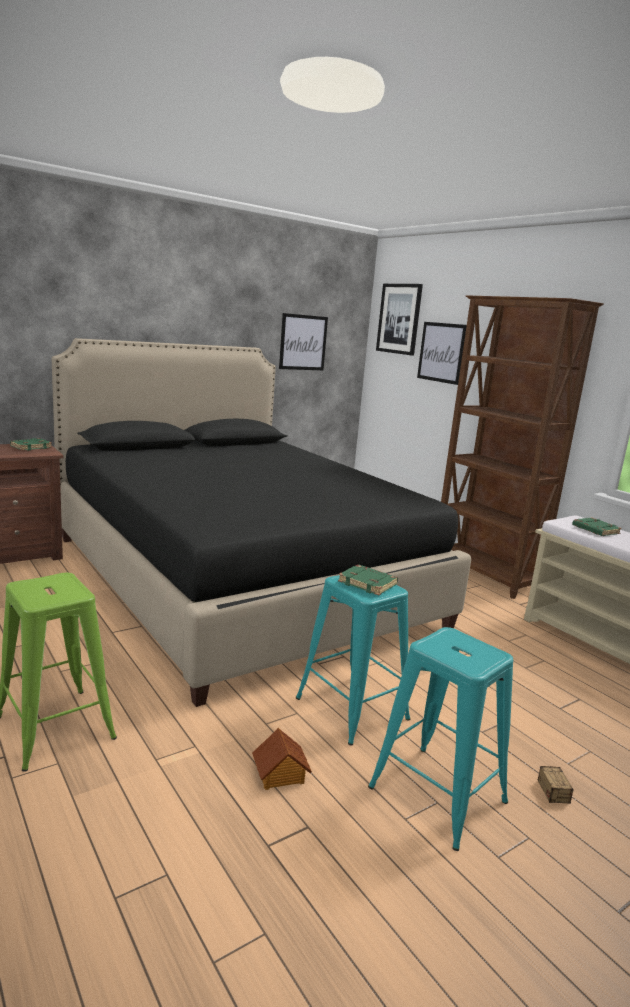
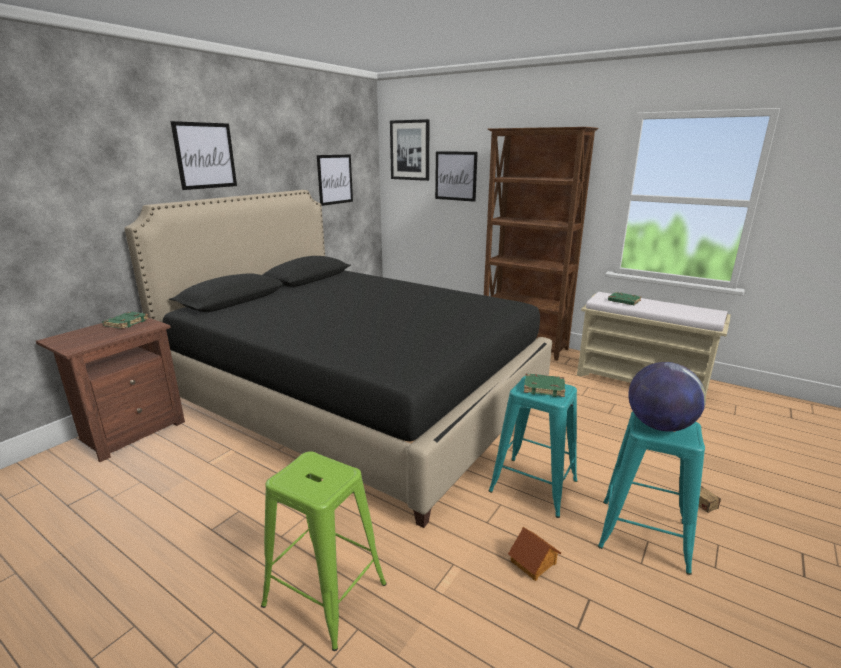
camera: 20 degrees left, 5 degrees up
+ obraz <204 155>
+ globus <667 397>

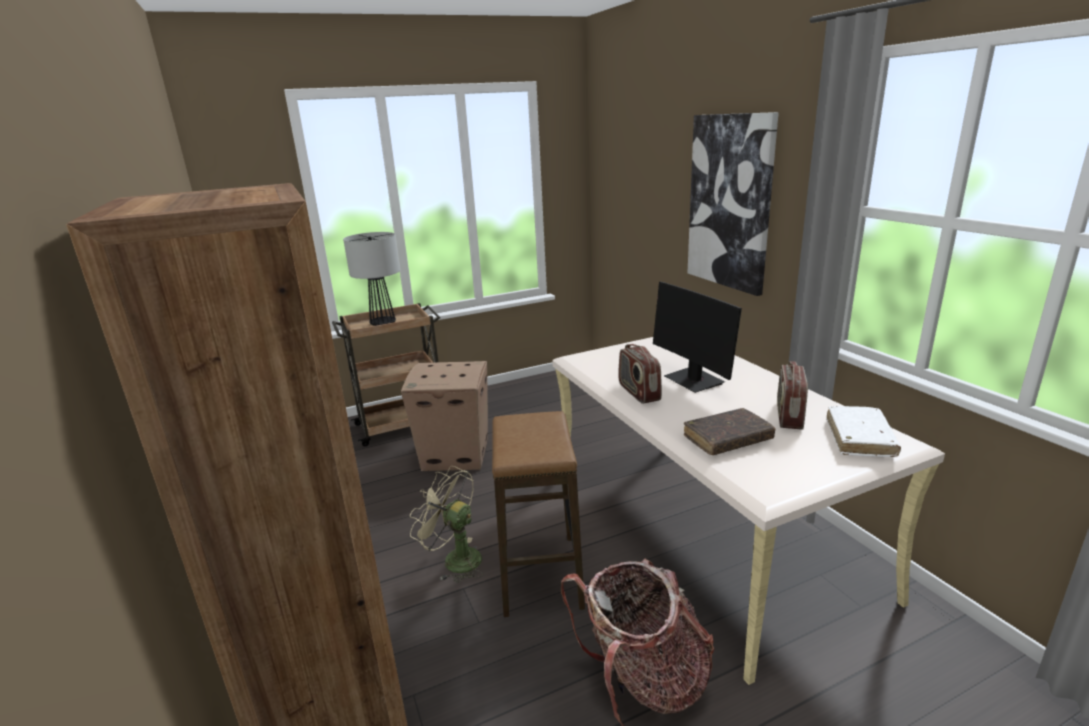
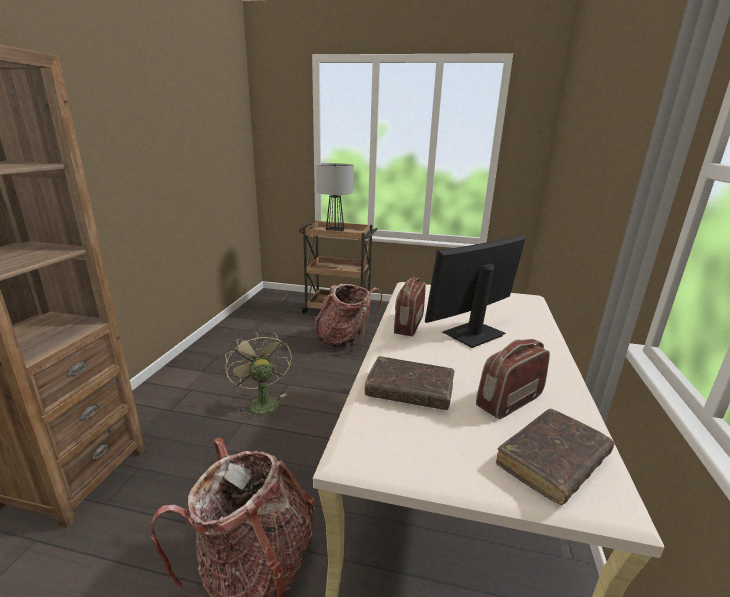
camera: 35 degrees right, 0 degrees up
~ karton <444 416> to plecak <348 316>
- stołek <538 514>
~ monitor <697 337> = <475 291> 45 degrees clockwise
- obraz <733 204>
~ książka [biały] <863 431> to książka [brązowy] <555 457>

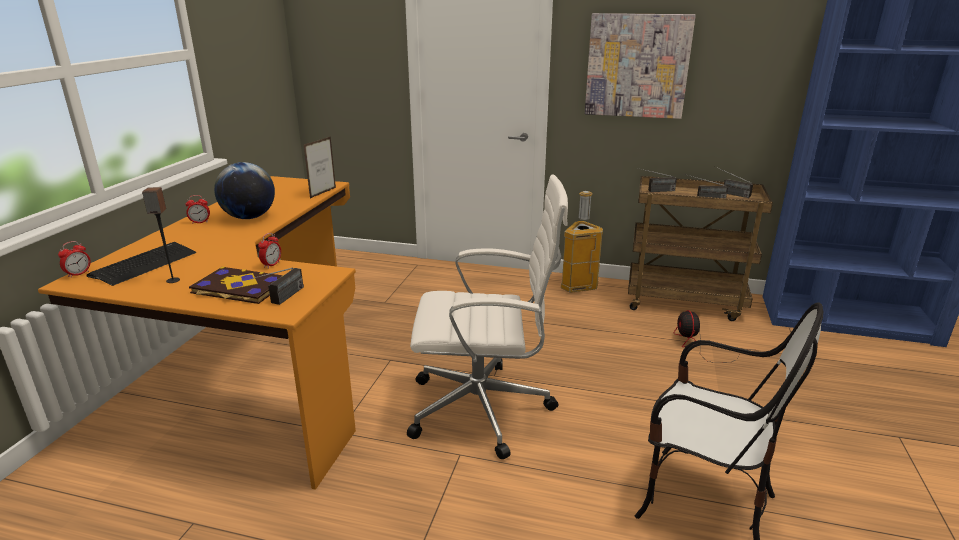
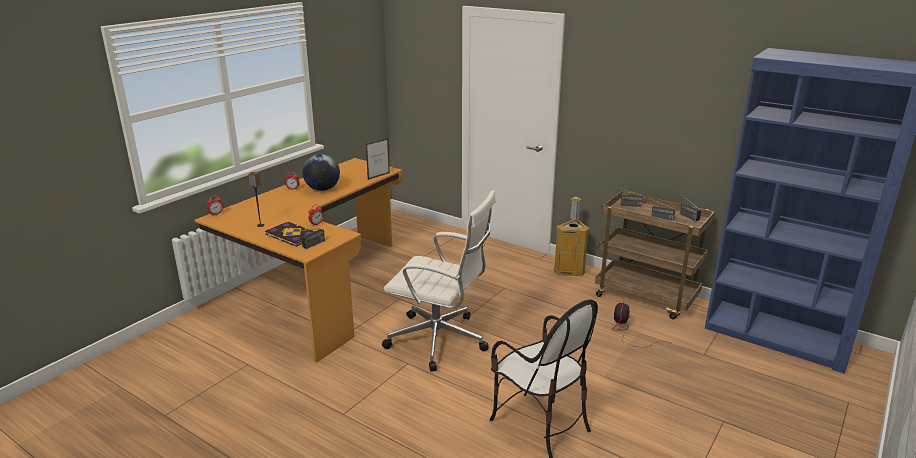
camera: 20 degrees right, 0 degrees up
- klawiatura <141 264>
- obraz <640 66>

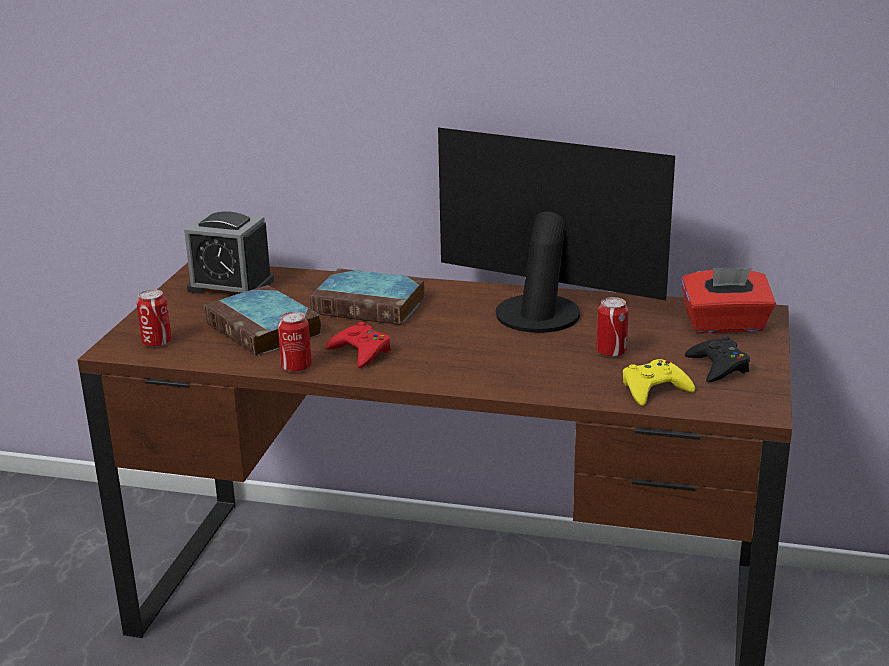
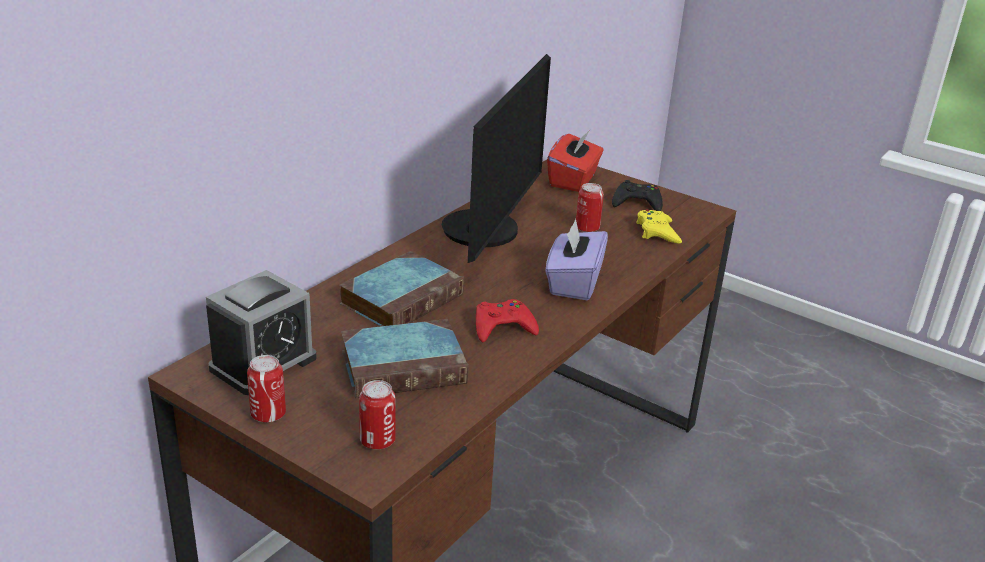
camera: 70 degrees left, 5 degrees up
~ puszka <295 342> to <266 389>
~ monitor <556 230> = <496 158> 150 degrees clockwise
+ pudełko chusteczek [fioletowy] <576 259>

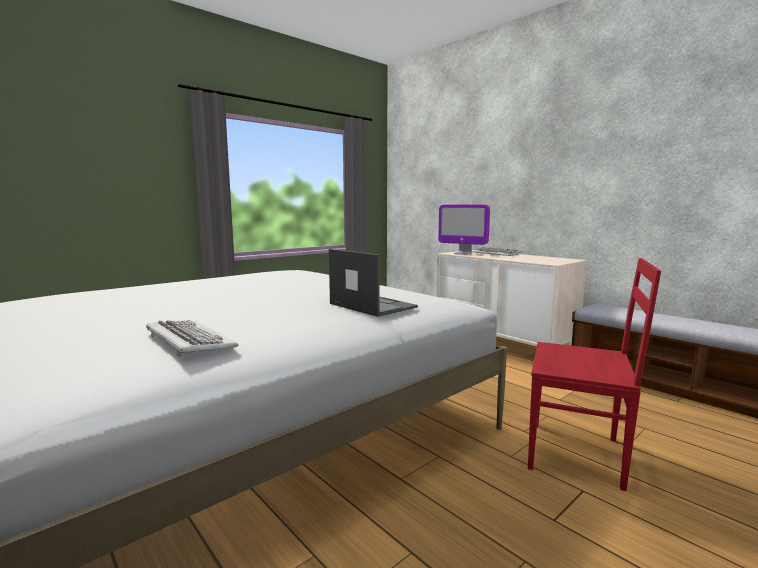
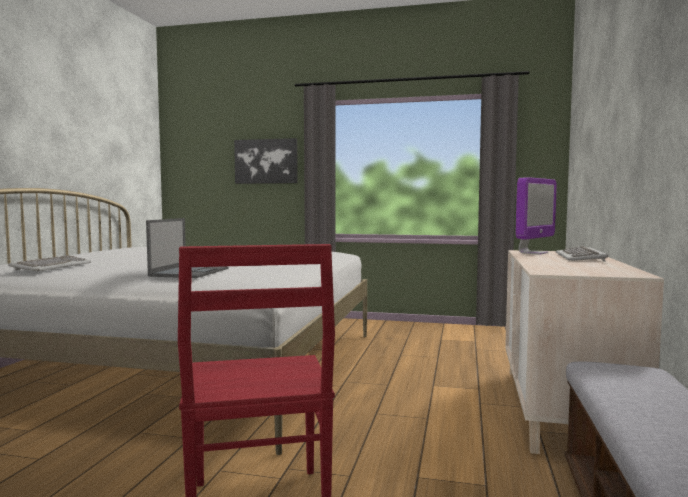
camera: 55 degrees right, 5 degrees down
~ monitor <464 229> = <536 216> 135 degrees counterclockwise
+ obraz <266 161>

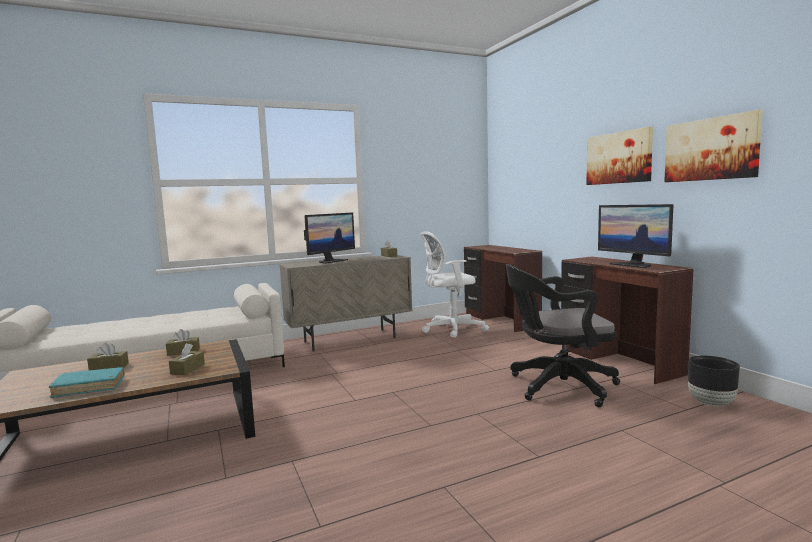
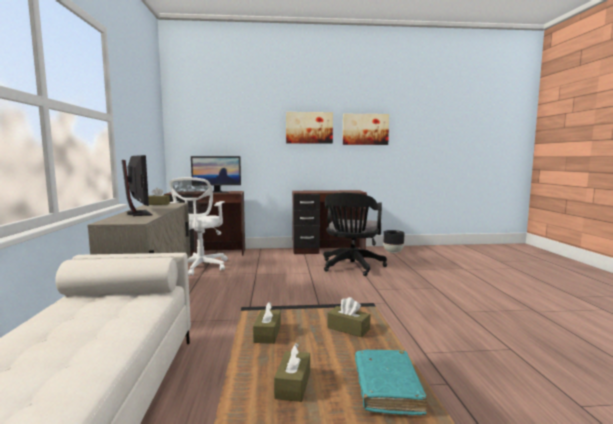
camera: 70 degrees left, 0 degrees up
~ monitor <635 236> to <216 174>

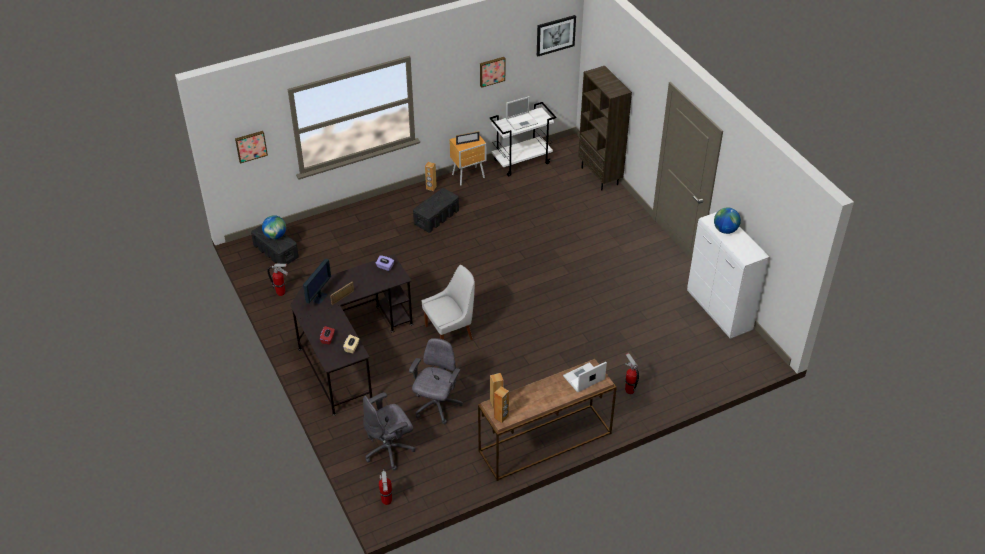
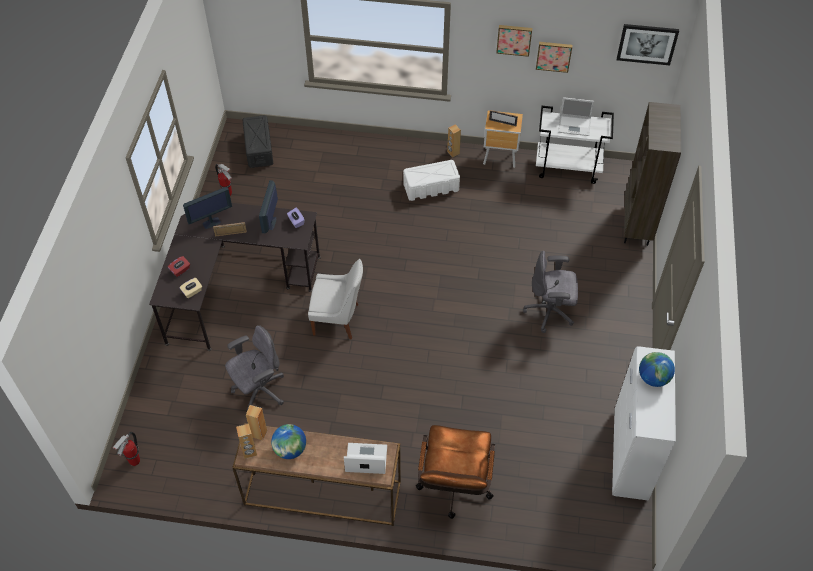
camera: 35 degrees right, 10 degrees up
~ obraz <251 147> to <514 41>
~ globus <274 227> to <288 441>
~ krzesło biurowe [szary] <389 431> to <550 292>
~ pojemnik do przechowywania [czarny] <436 210> to pojemnik do przechowywania [biały] <431 180>
~ gaśnica <632 373> to krzesło biurowe [brązowy] <455 472>
+ monitor <268 206>

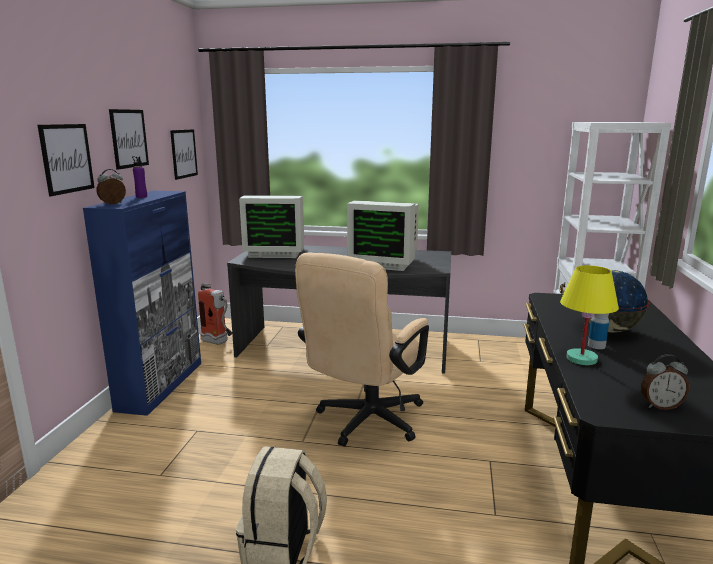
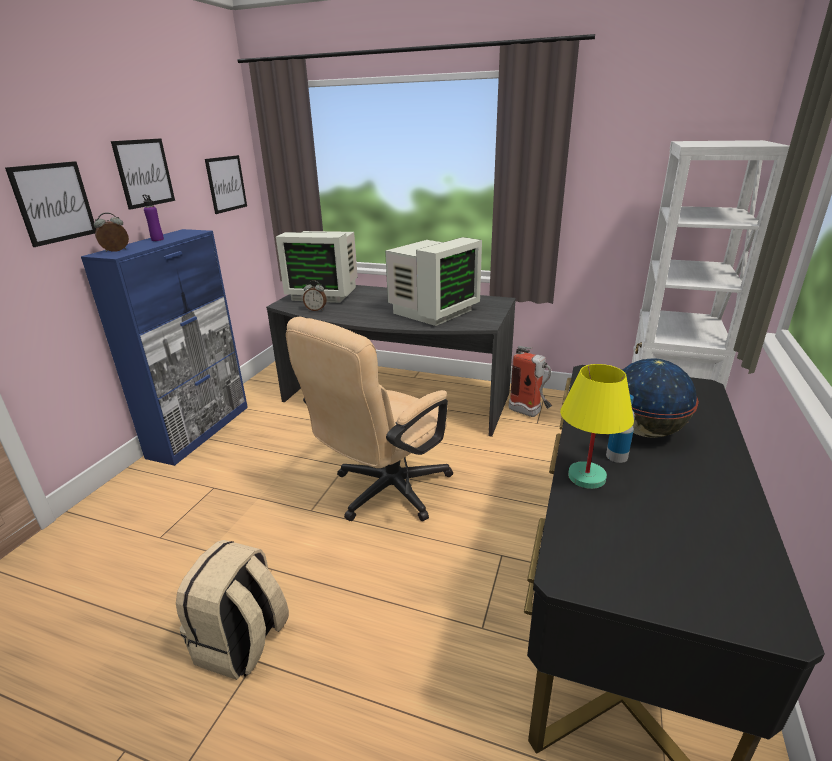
camera: 10 degrees right, 10 degrees up
~ gaśnica <215 314> to <530 381>
~ monitor <383 235> = <433 281> 75 degrees counterclockwise
~ budzik <665 382> to <315 295>

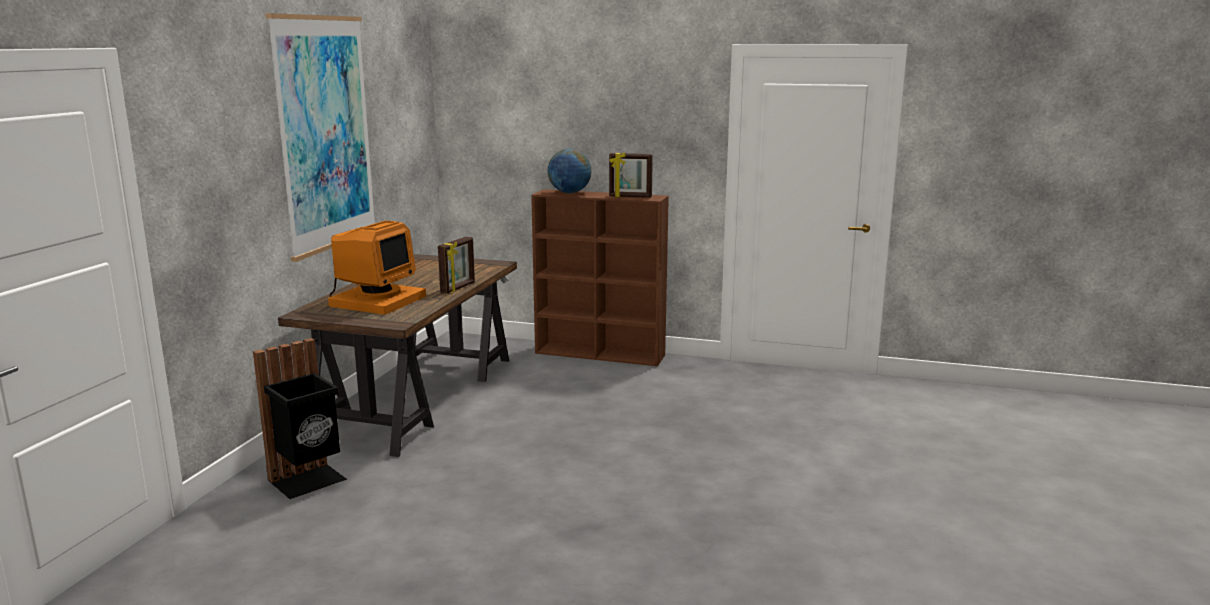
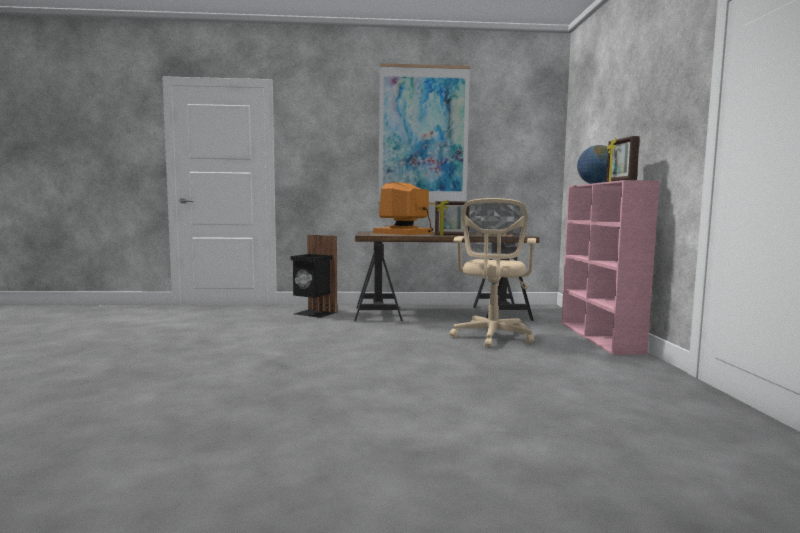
camera: 70 degrees right, 10 degrees down
~ monitor <377 267> = <403 208> 120 degrees clockwise
~ regał [brązowy] <600 277> to regał [różowy] <611 267>
+ krzesło biurowe [beżowy] <492 273>

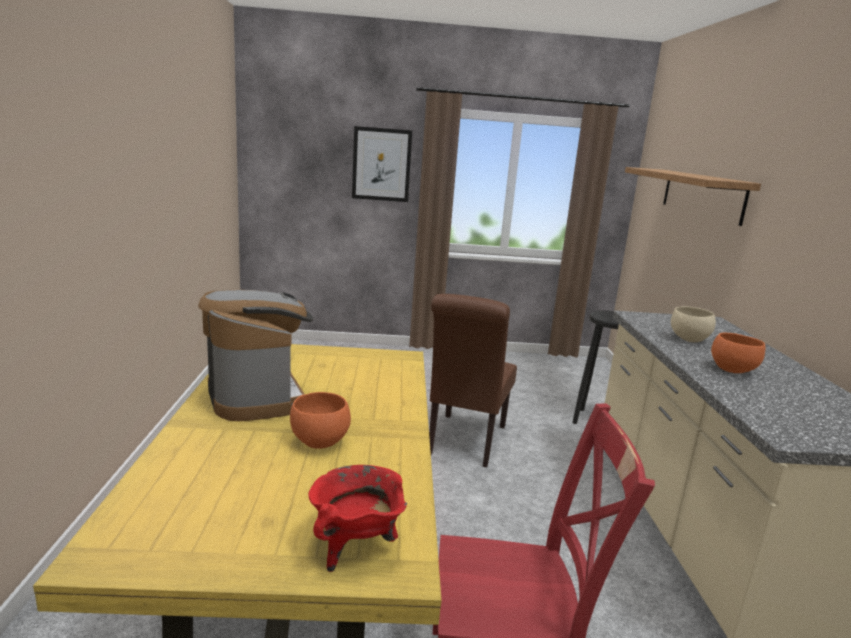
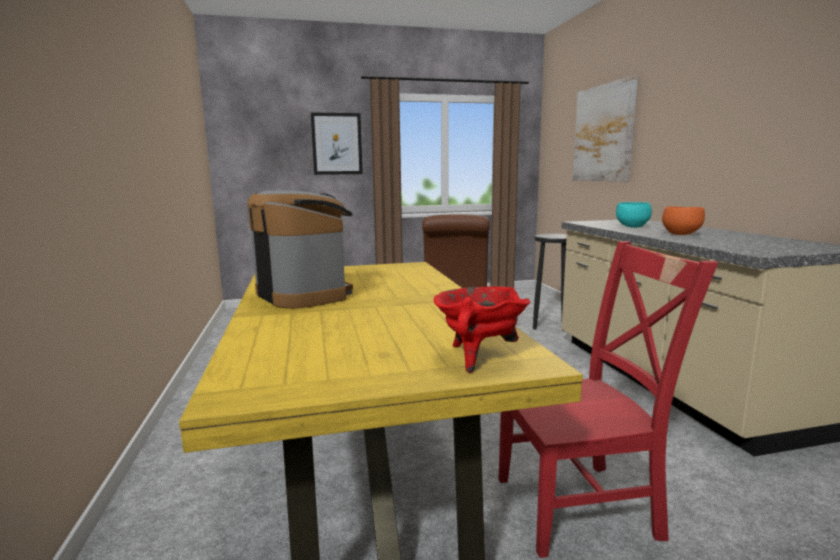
camera: 10 degrees left, 5 degrees down
- miska [pomarańczowy] <320 420>
~ półka <693 196> to obraz <605 128>
~ miska [beżowy] <693 324> to miska [turkusowy] <634 215>

